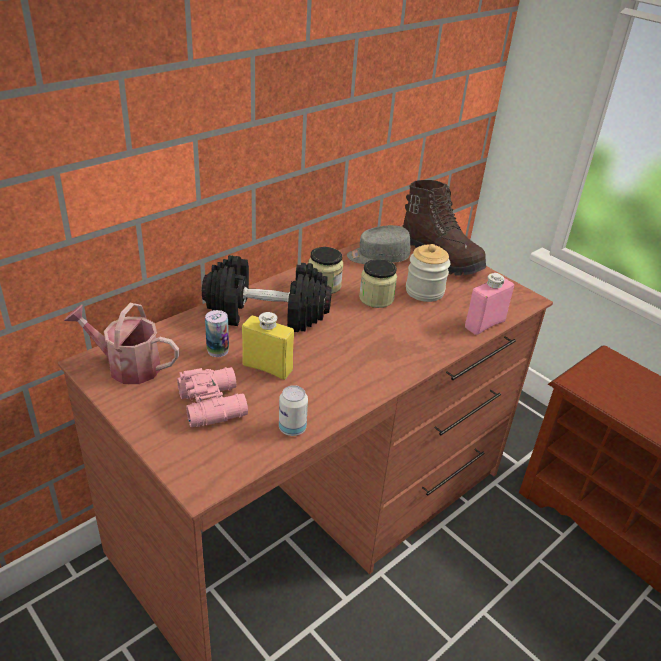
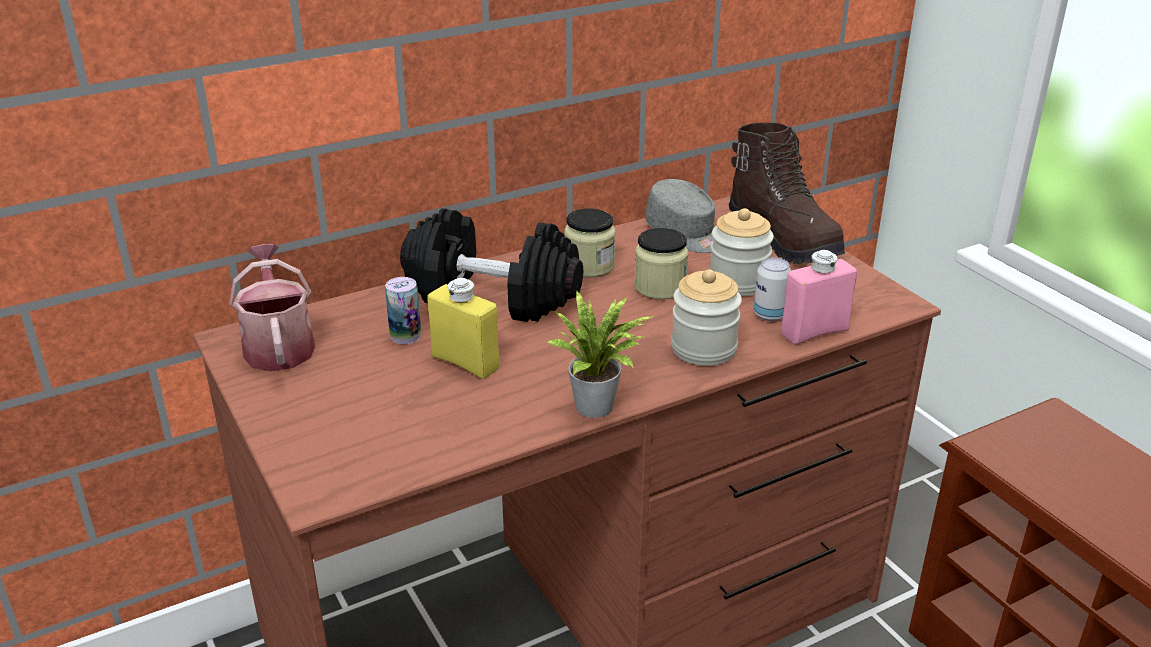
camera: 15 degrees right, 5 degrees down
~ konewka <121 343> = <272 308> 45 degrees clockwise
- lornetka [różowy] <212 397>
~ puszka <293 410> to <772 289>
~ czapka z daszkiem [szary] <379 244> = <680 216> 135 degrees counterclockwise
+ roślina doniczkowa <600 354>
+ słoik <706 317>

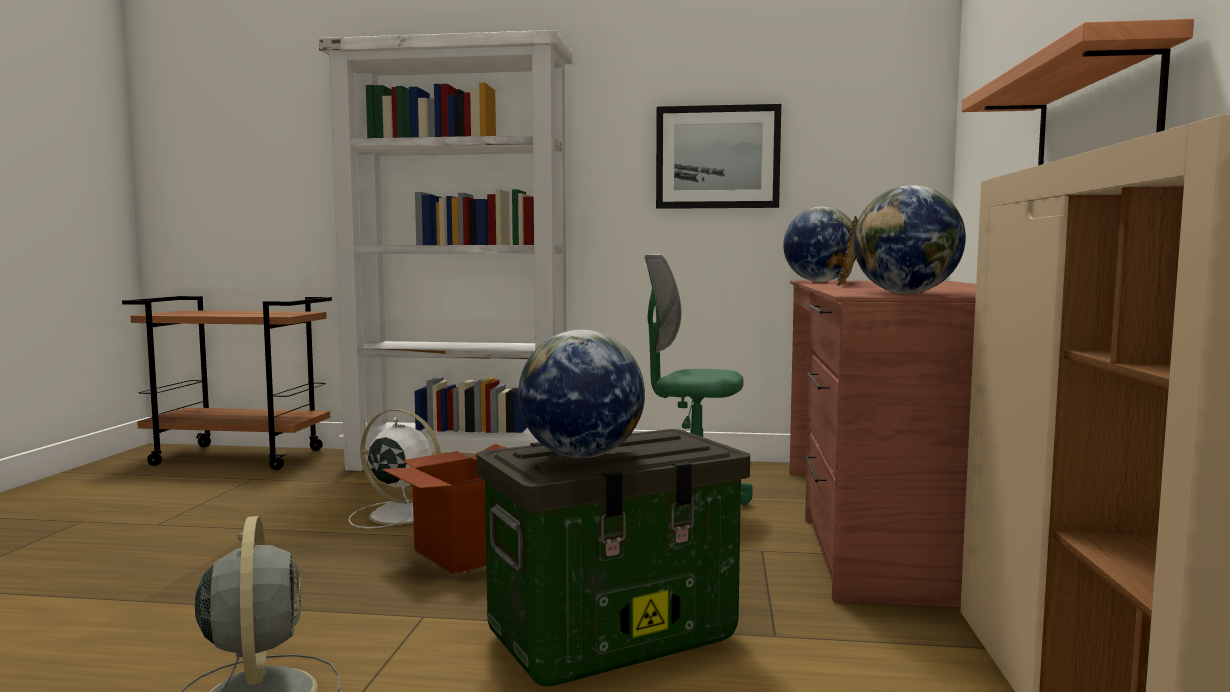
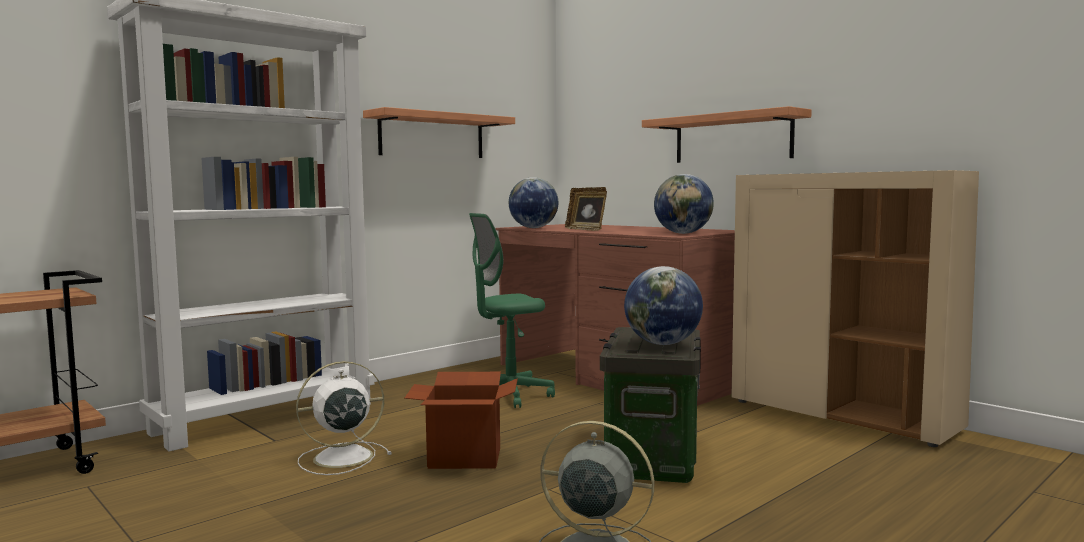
camera: 50 degrees left, 0 degrees up
~ obraz <718 156> to półka <439 132>

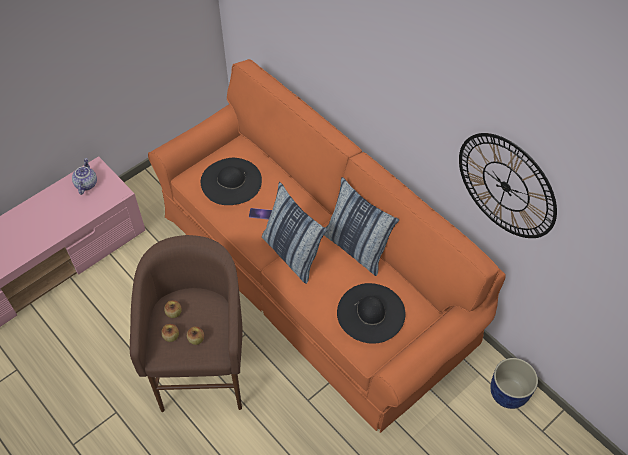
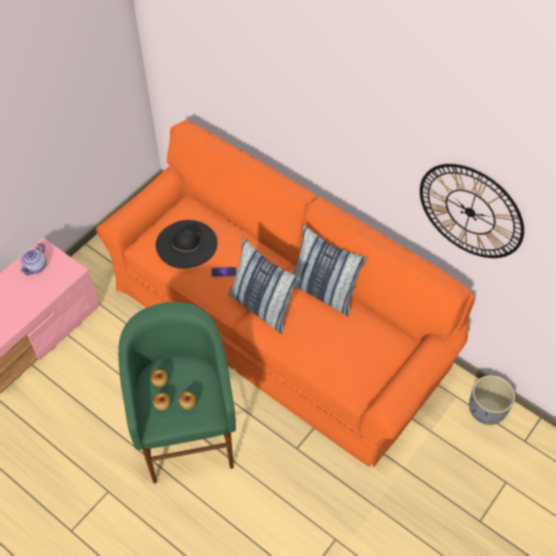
camera: 10 degrees left, 0 degrees up
~ imbryk <84 176> = <33 259> 150 degrees counterclockwise
~ stołek [brązowy] <186 323> to stołek [zielony] <177 393>
- kapelusz [czarny] <371 313>
~ donica [niebieski] <514 383> to donica [szary] <492 400>

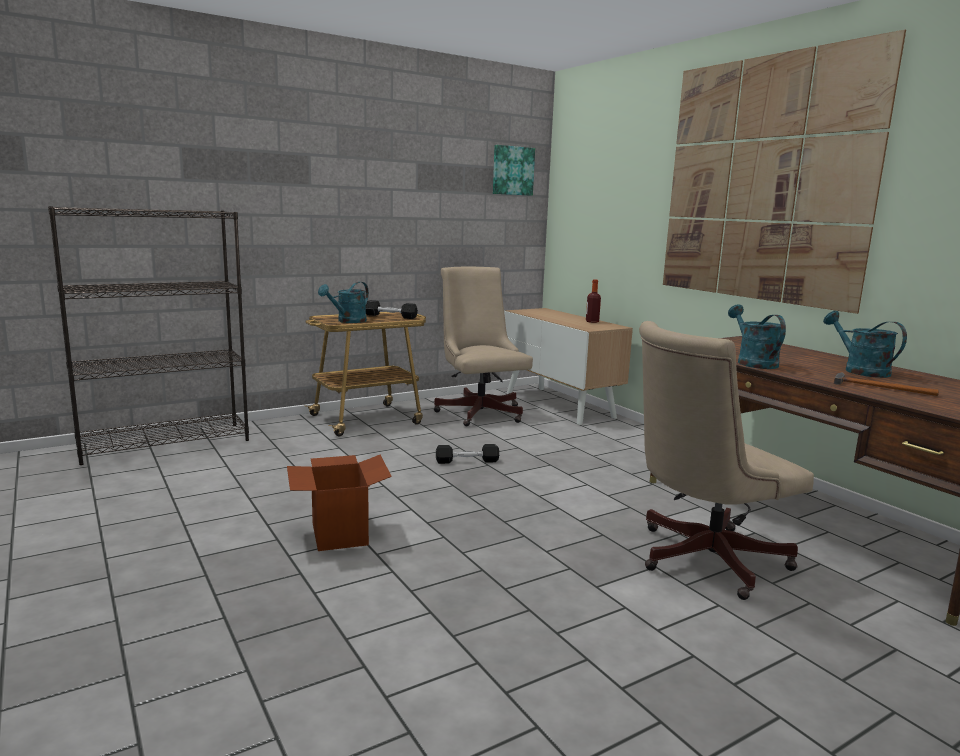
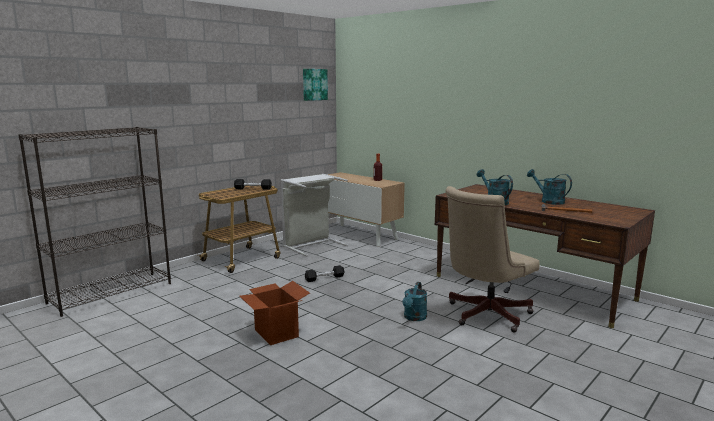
camera: 15 degrees left, 0 degrees up
~ konewka [turkusowy] <343 302> to <414 301>
~ krzesło biurowe [beżowy] <483 346> to kosz na pranie [szary] <314 215>
- obraz <784 172>

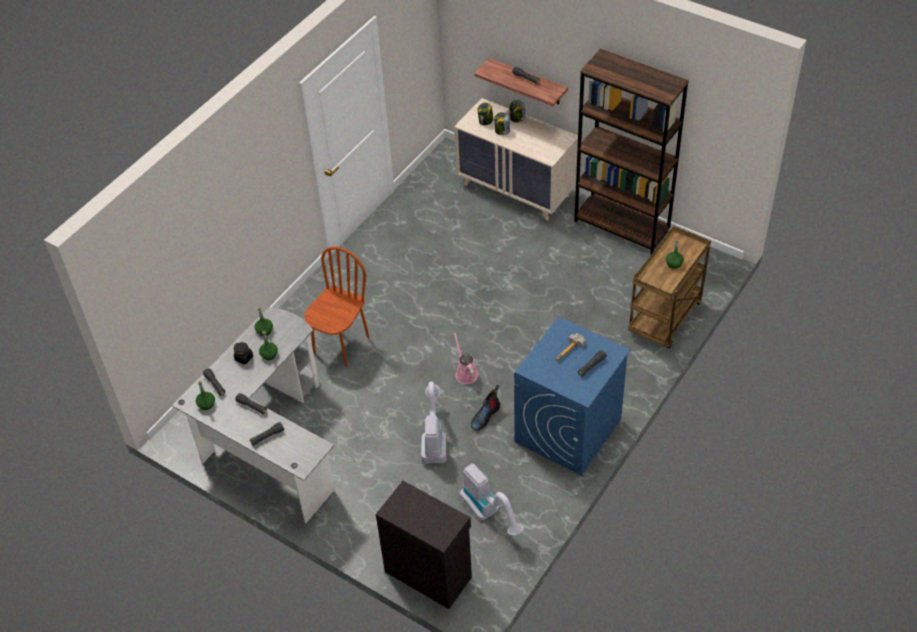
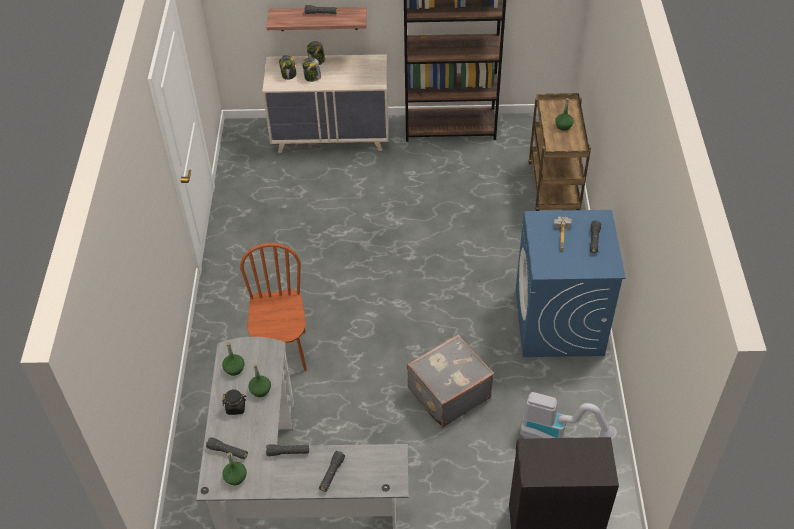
camera: 35 degrees left, 0 degrees up
~ odkurzacz <433 422> to walizka [szary] <450 381>
- konewka [różowy] <466 358>
- but z cholewką <485 408>

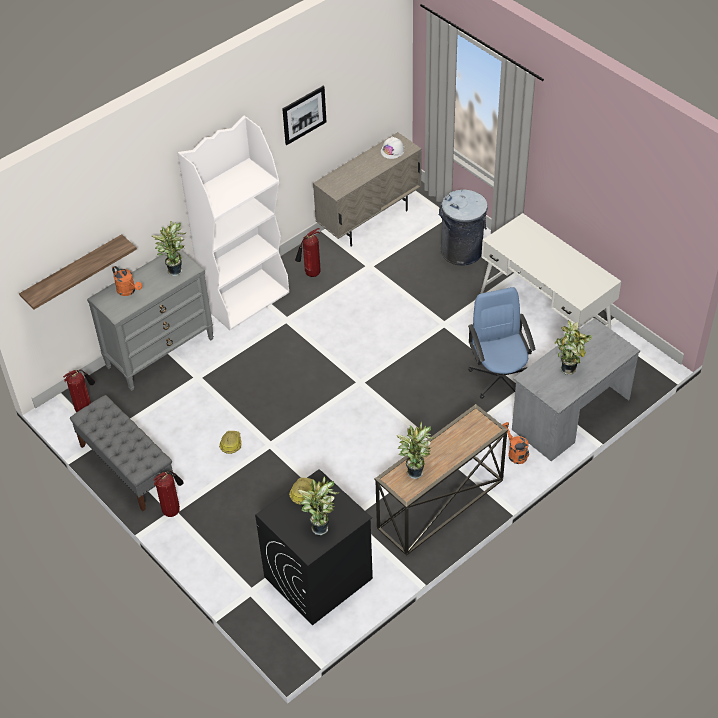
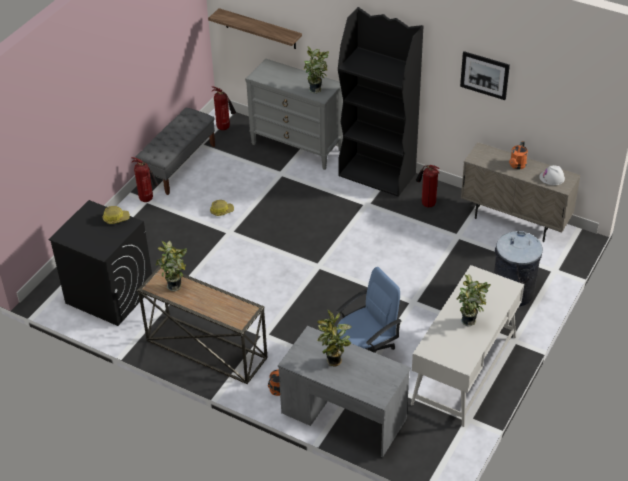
camera: 70 degrees right, 5 degrees down
~ konewka [pomarańczowy] <127 281> to <518 155>
~ regał [biały] <233 223> to regał [czarny] <380 102>
~ roślina doniczkowa <318 505> to <474 300>

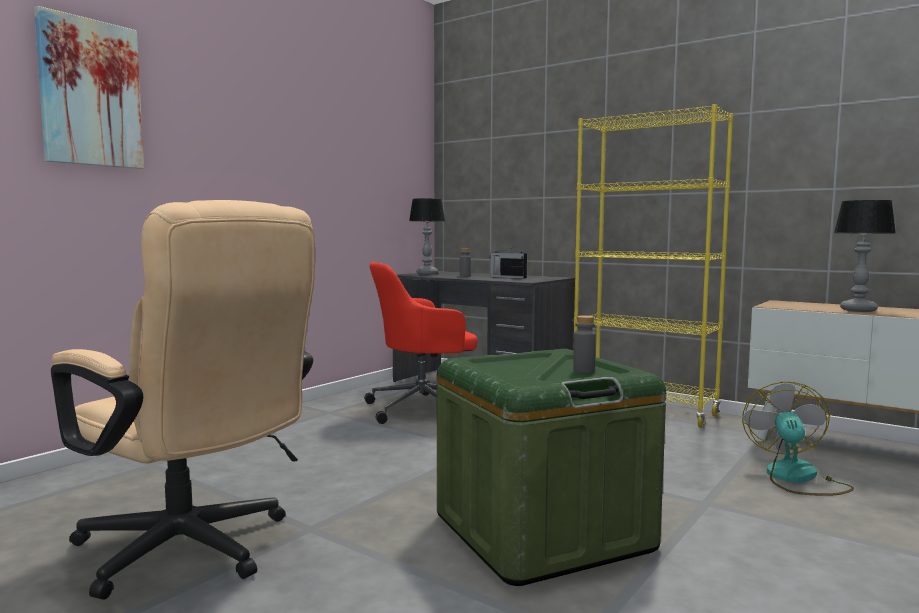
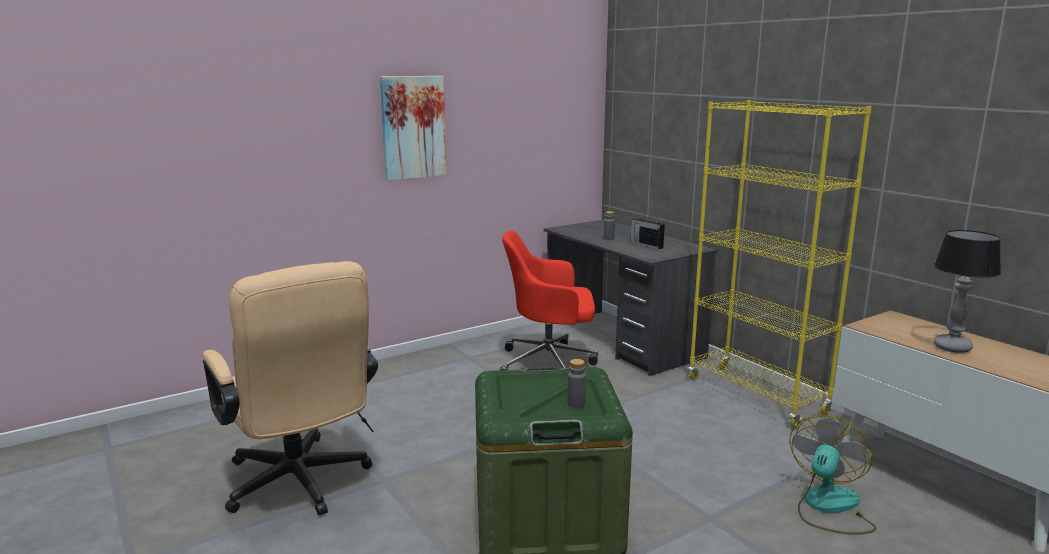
camera: 20 degrees right, 10 degrees up
~ obraz <89 87> to <413 128>
- lampa stołowa <427 236>

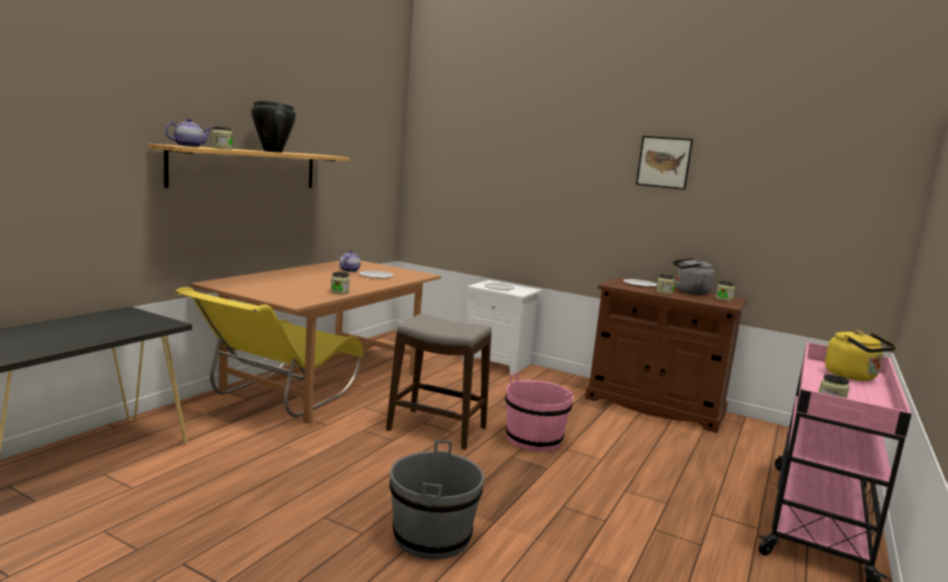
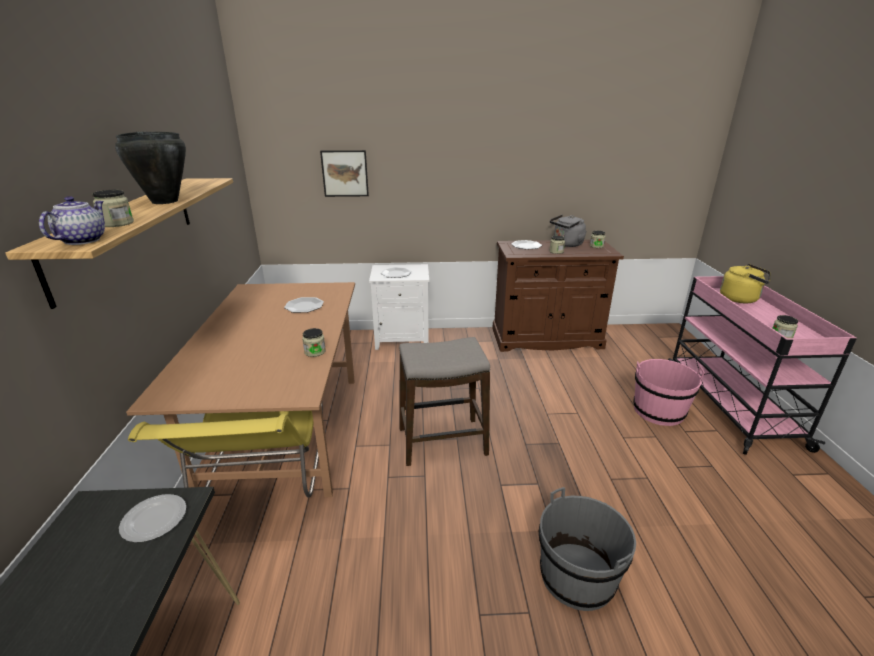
camera: 30 degrees left, 15 degrees up
- imbryk <350 261>
~ wiadro [różowy] <539 412> to <669 392>
~ obraz <664 163> to <344 173>
+ talerz <152 518>

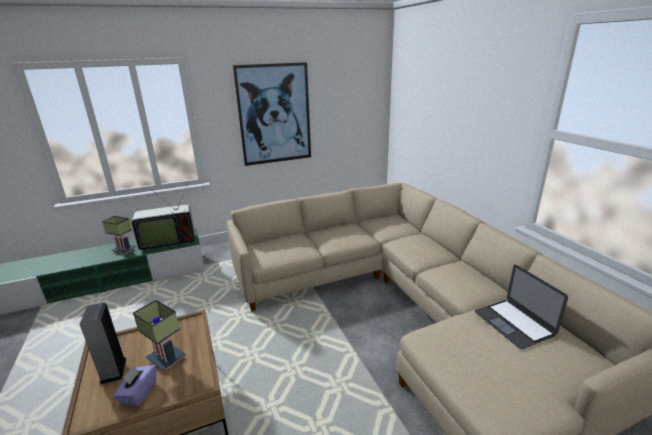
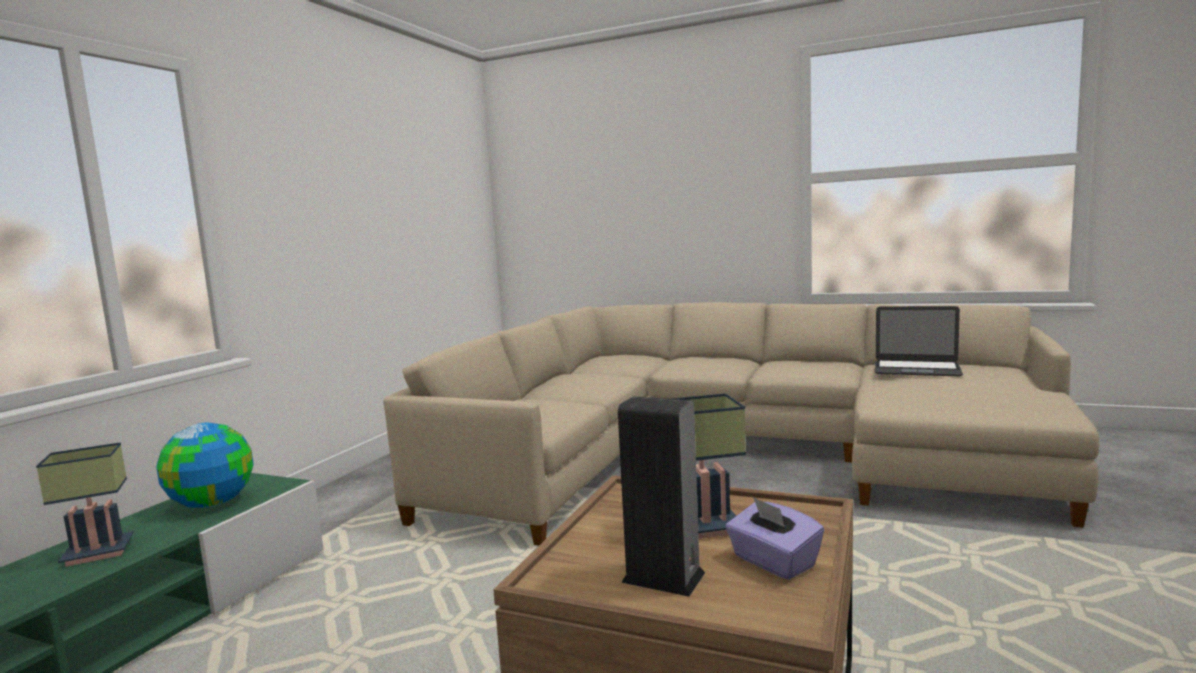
camera: 45 degrees left, 15 degrees down
~ telewizor <163 217> to globus <205 465>
- obraz <272 114>

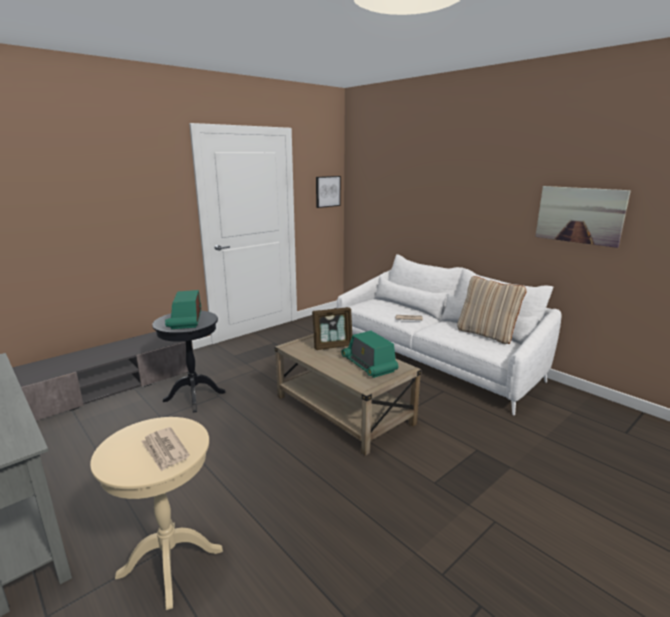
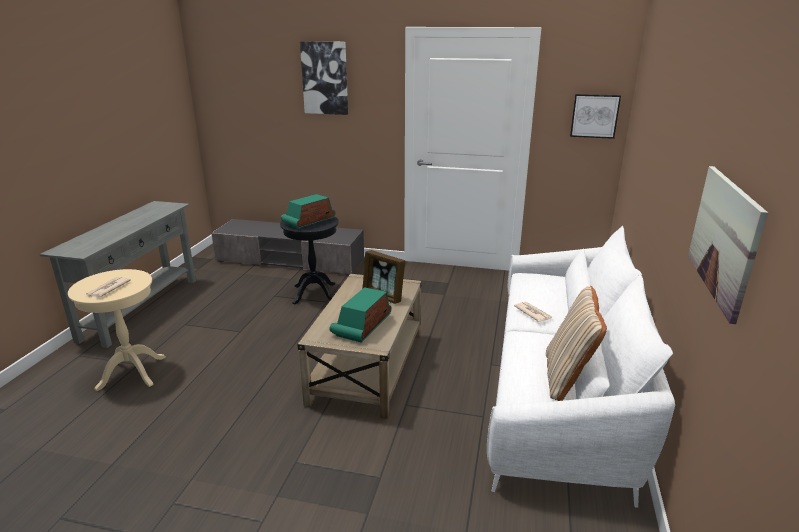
camera: 55 degrees right, 5 degrees up
+ obraz <324 78>

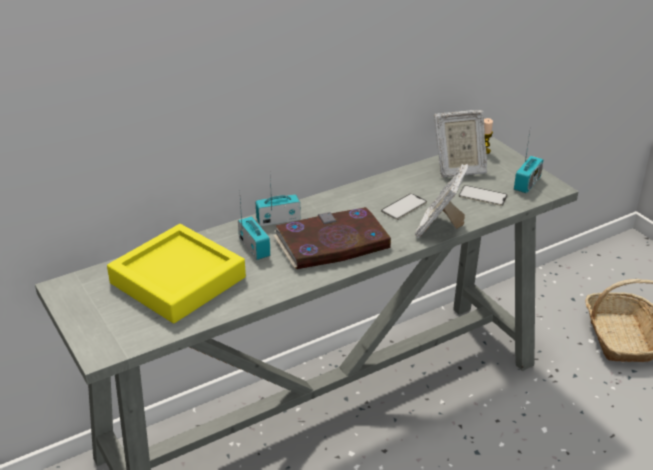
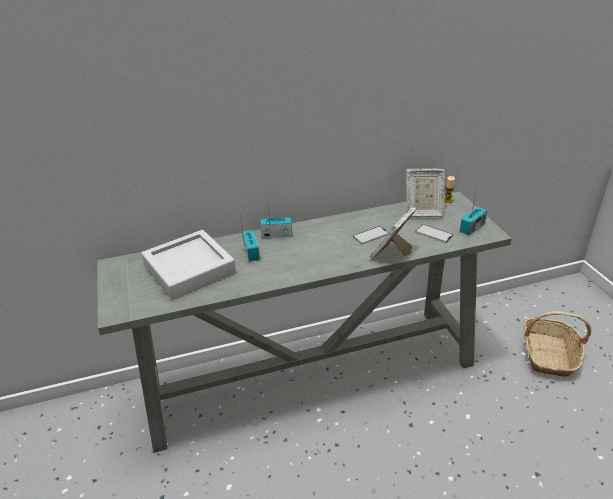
camera: 15 degrees right, 0 degrees up
~ taca [żółty] <176 273> to taca [szary] <188 265>
- książka <332 238>

